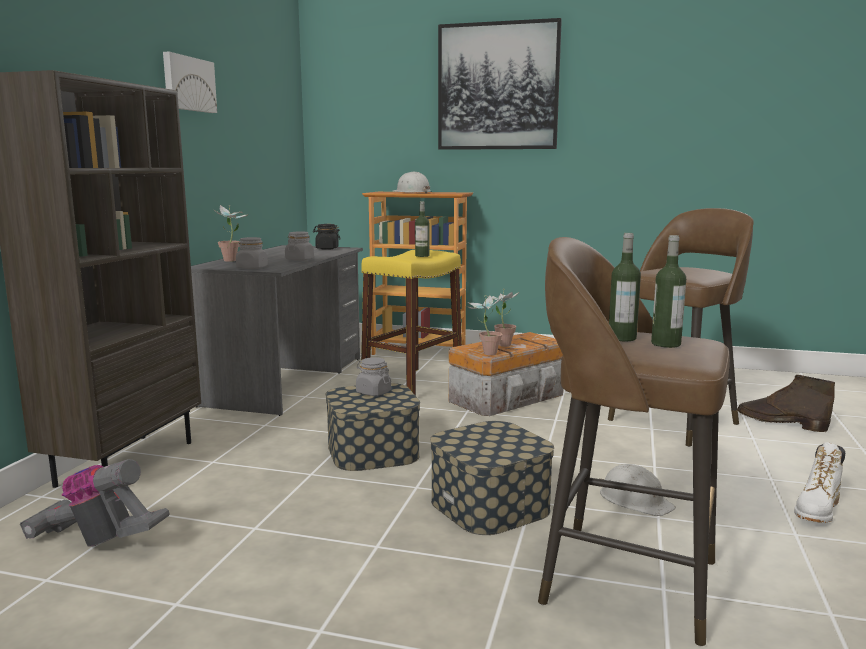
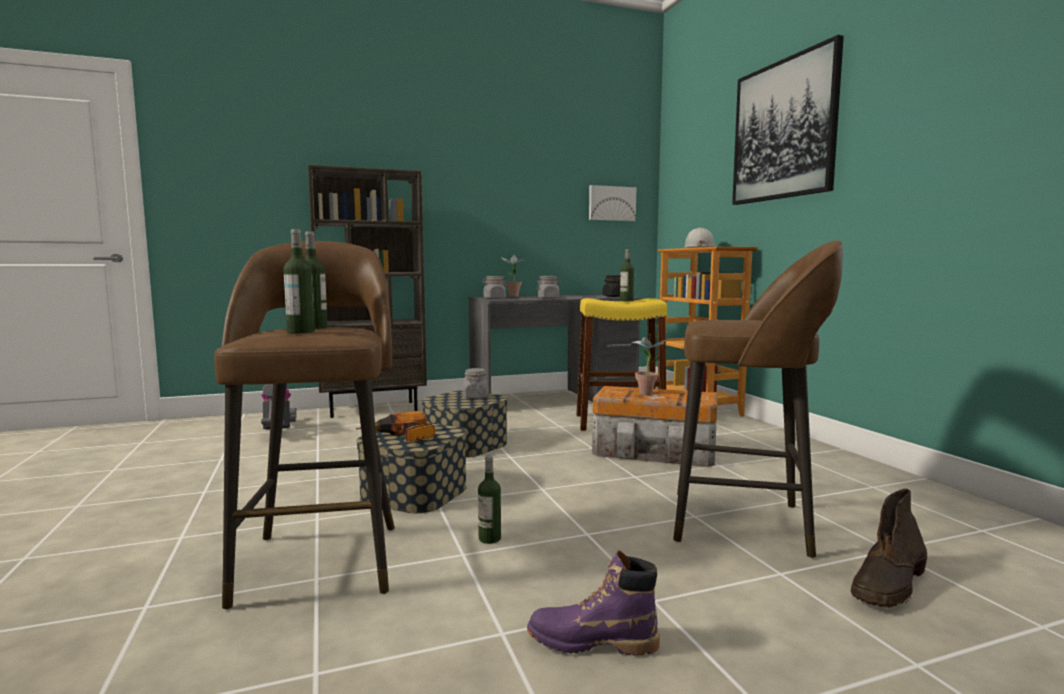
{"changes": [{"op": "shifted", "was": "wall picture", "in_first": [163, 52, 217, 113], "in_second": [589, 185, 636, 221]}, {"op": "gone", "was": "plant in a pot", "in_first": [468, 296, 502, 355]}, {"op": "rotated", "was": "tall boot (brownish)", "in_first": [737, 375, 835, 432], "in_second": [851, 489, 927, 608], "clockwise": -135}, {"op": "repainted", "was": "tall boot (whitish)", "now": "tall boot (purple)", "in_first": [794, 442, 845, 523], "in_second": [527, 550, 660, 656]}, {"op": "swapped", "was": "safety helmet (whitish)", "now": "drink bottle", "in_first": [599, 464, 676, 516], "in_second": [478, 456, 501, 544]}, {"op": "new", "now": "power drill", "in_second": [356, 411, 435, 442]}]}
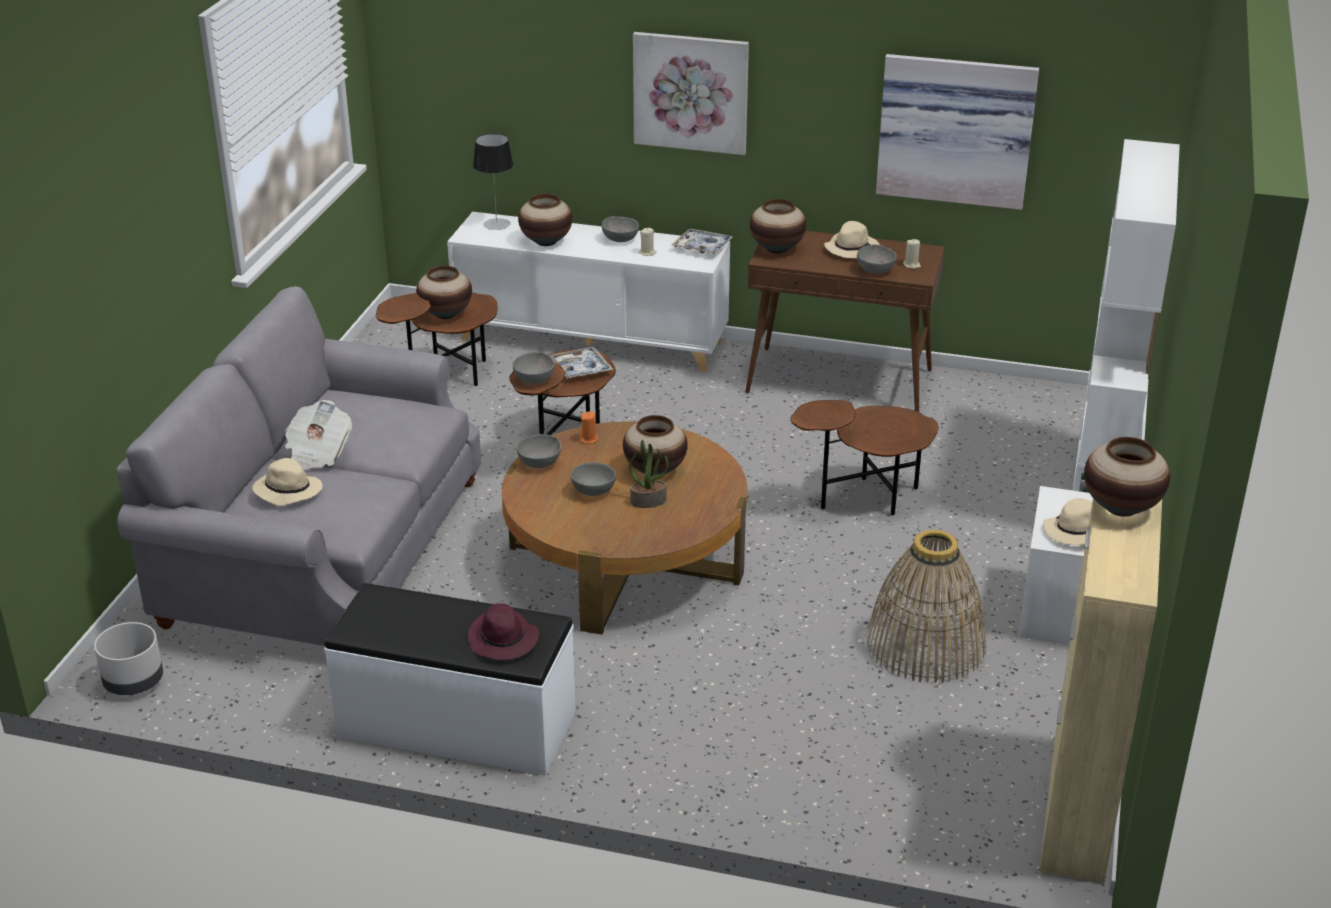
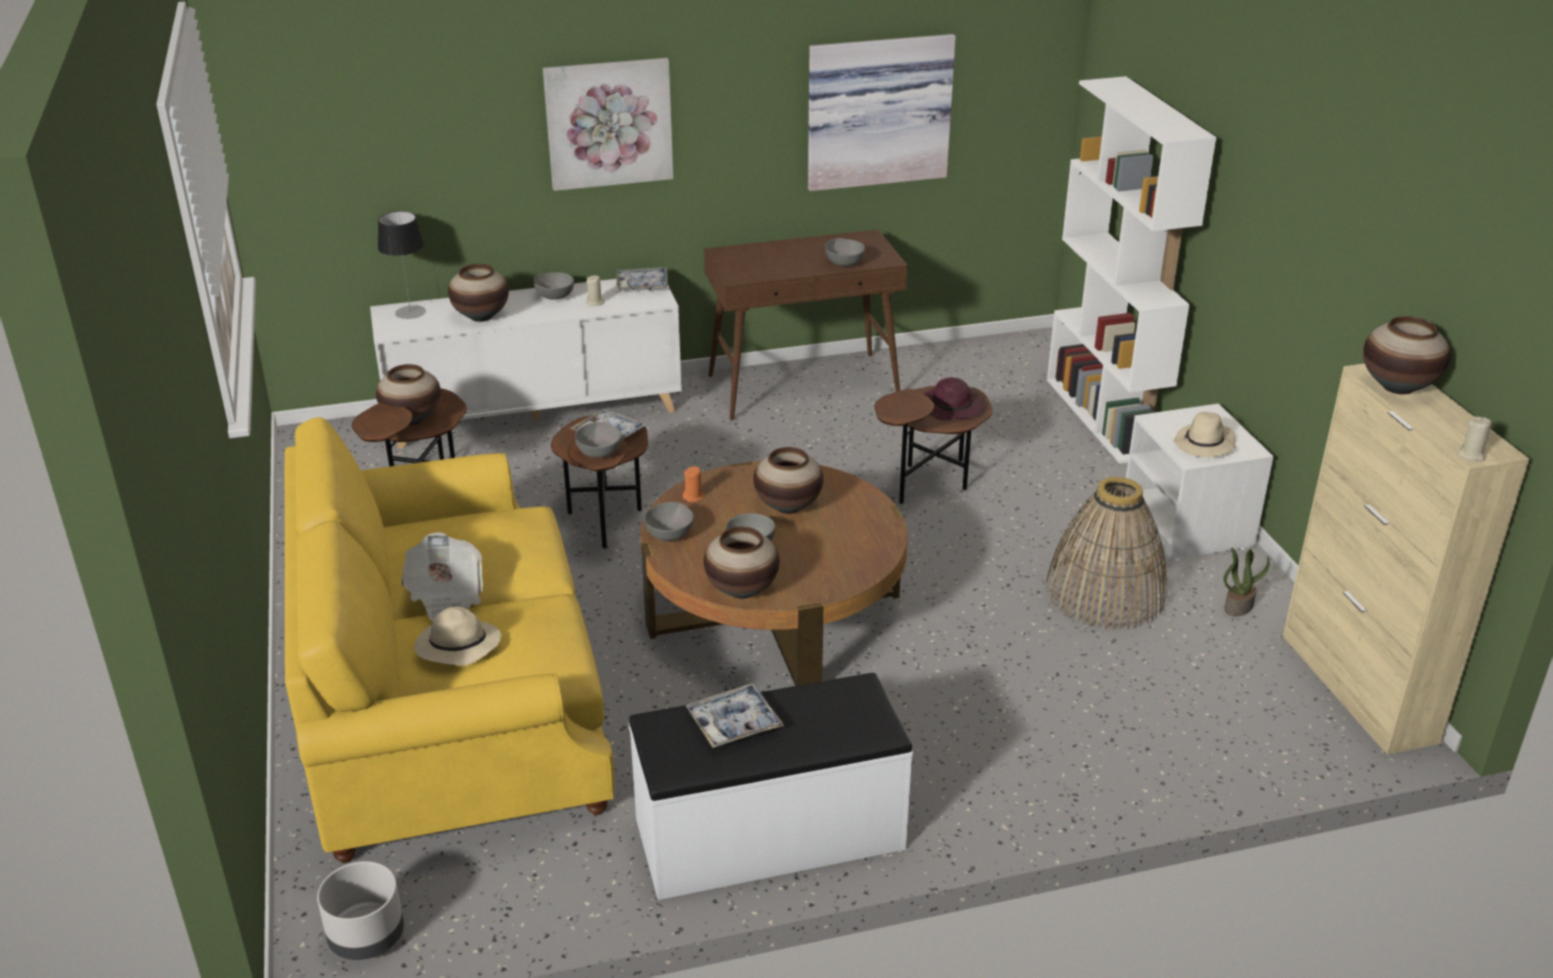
{"changes": [{"op": "shifted", "was": "decorative vase", "in_first": [750, 199, 806, 254], "in_second": [704, 527, 780, 599]}, {"op": "gone", "was": "clothing hat (sand-coloured)", "in_first": [824, 221, 880, 259]}, {"op": "shifted", "was": "wax light (sand-coloured)", "in_first": [903, 239, 921, 269], "in_second": [1457, 417, 1492, 461]}, {"op": "repainted", "was": "settee (greyish)", "now": "settee (yellowish)", "in_first": [116, 286, 481, 646], "in_second": [285, 418, 614, 863]}, {"op": "shifted", "was": "plant in a pot", "in_first": [629, 440, 669, 508], "in_second": [1224, 548, 1270, 616]}, {"op": "shifted", "was": "clothing hat (purple)", "in_first": [468, 603, 539, 660], "in_second": [924, 377, 984, 420]}, {"op": "new", "now": "serving tray", "in_second": [686, 683, 784, 748]}]}
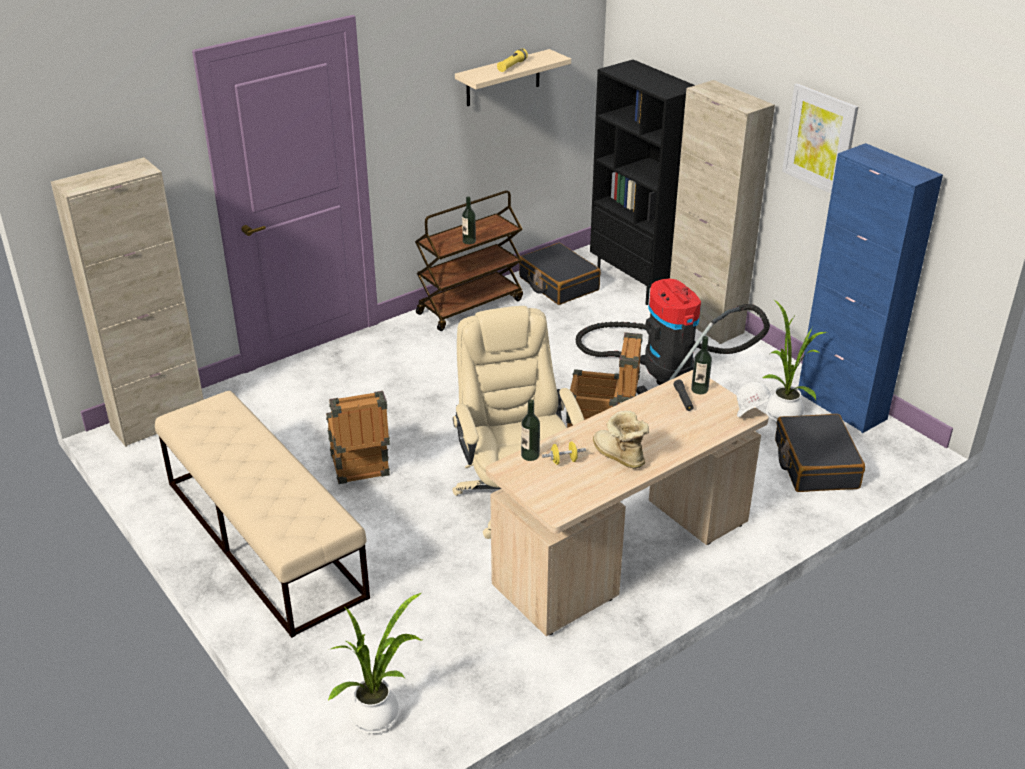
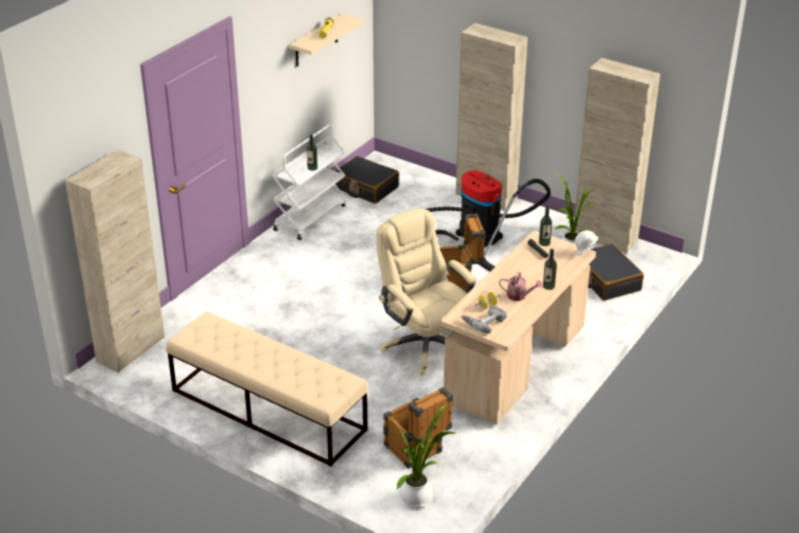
{"changes": [{"op": "gone", "was": "shelving unit (black-coloured)", "in_first": [590, 60, 695, 305]}, {"op": "gone", "was": "wall picture", "in_first": [782, 83, 858, 193]}, {"op": "repainted", "was": "cupboard (blue)", "now": "cupboard (sand-coloured)", "in_first": [798, 143, 943, 433], "in_second": [574, 58, 660, 254]}, {"op": "repainted", "was": "cart (brownish)", "now": "cart (whitish)", "in_first": [415, 190, 523, 331], "in_second": [272, 124, 347, 240]}, {"op": "shifted", "was": "packing crate", "in_first": [326, 391, 390, 484], "in_second": [383, 387, 453, 469]}, {"op": "shifted", "was": "drink bottle", "in_first": [521, 399, 540, 461], "in_second": [543, 249, 557, 290]}, {"op": "swapped", "was": "tall boot", "now": "sprinkling can", "in_first": [593, 411, 649, 469], "in_second": [499, 271, 542, 301]}, {"op": "new", "now": "power drill", "in_second": [461, 306, 507, 334]}]}
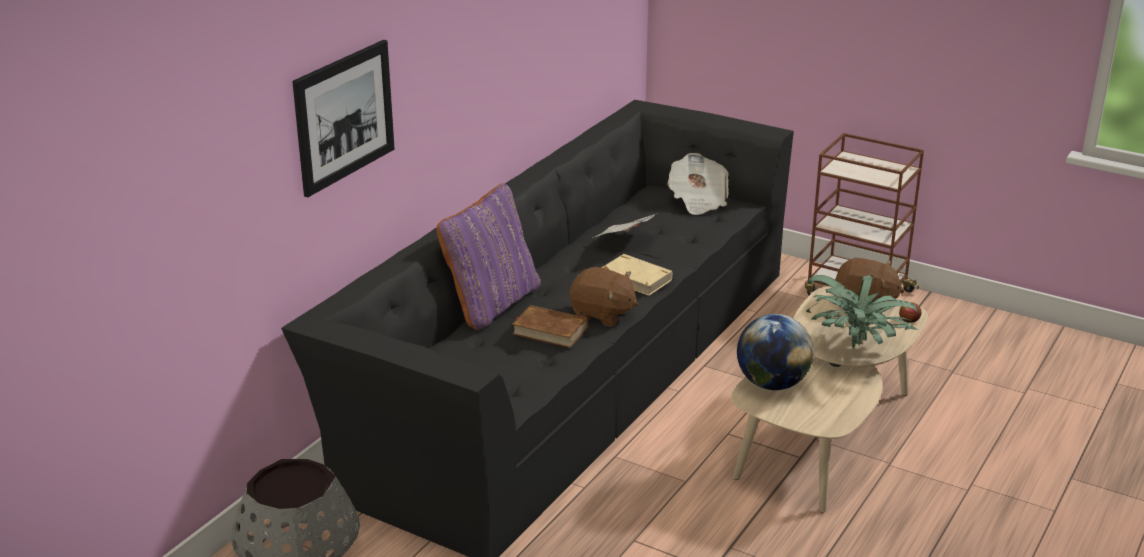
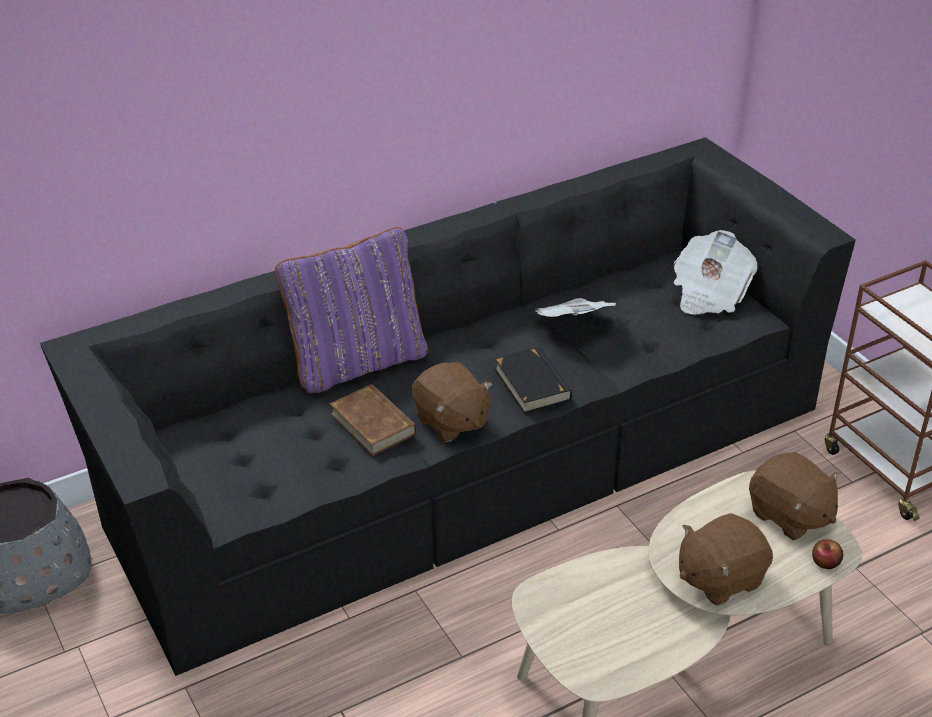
{"changes": [{"op": "gone", "was": "wall picture", "in_first": [292, 40, 395, 197]}, {"op": "repainted", "was": "bound book (sand-coloured)", "now": "bound book (black-coloured)", "in_first": [602, 254, 673, 296], "in_second": [494, 347, 572, 414]}, {"op": "swapped", "was": "plant in a pot", "now": "plush toy (brownish)", "in_first": [806, 275, 918, 349], "in_second": [679, 513, 773, 606]}, {"op": "gone", "was": "globe", "in_first": [737, 314, 814, 390]}]}
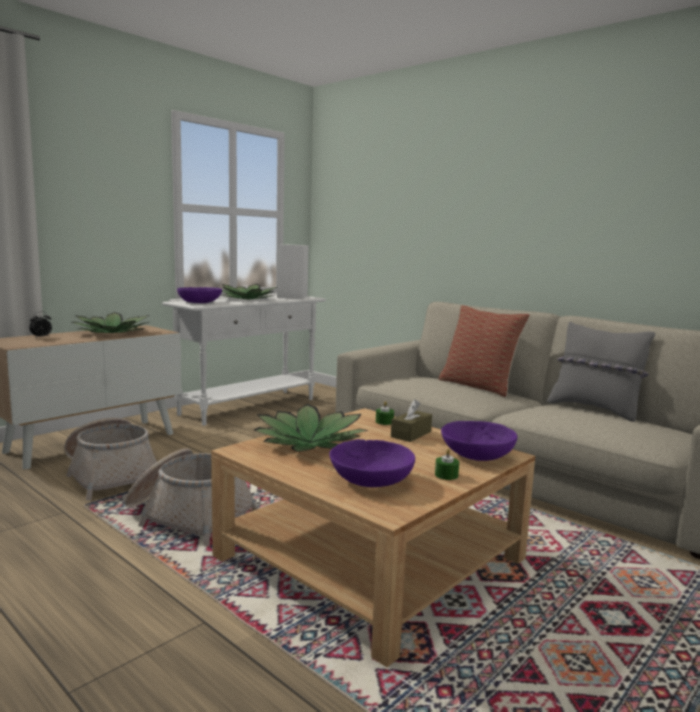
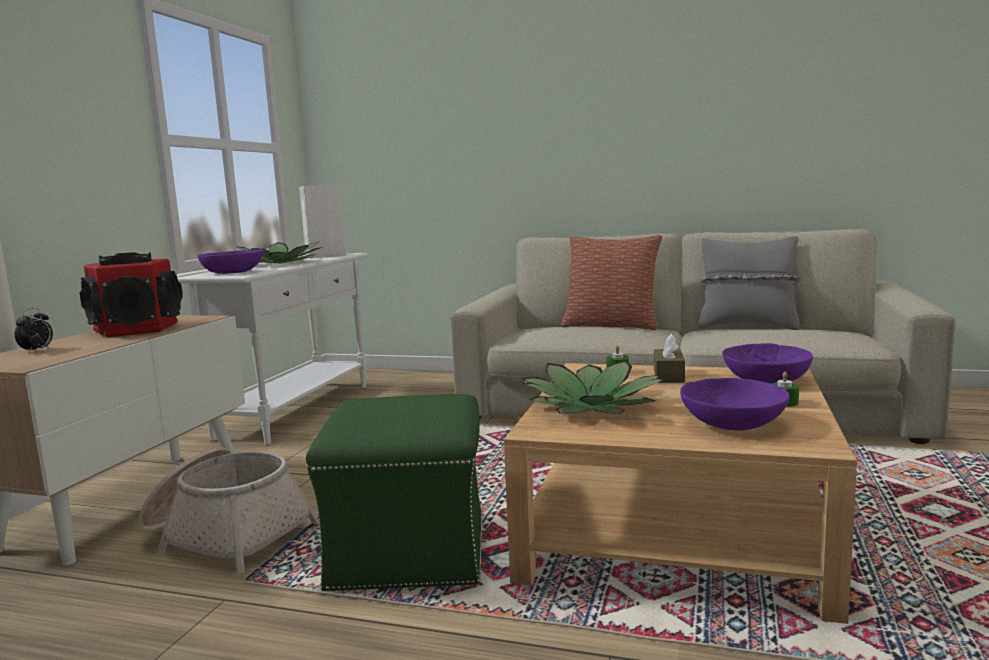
{"changes": [{"op": "swapped", "was": "plant in a pot", "now": "speaker", "in_first": [71, 312, 149, 333], "in_second": [80, 252, 183, 337]}, {"op": "swapped", "was": "household basket", "now": "pouffe (green)", "in_first": [124, 448, 258, 546], "in_second": [306, 394, 482, 591]}]}
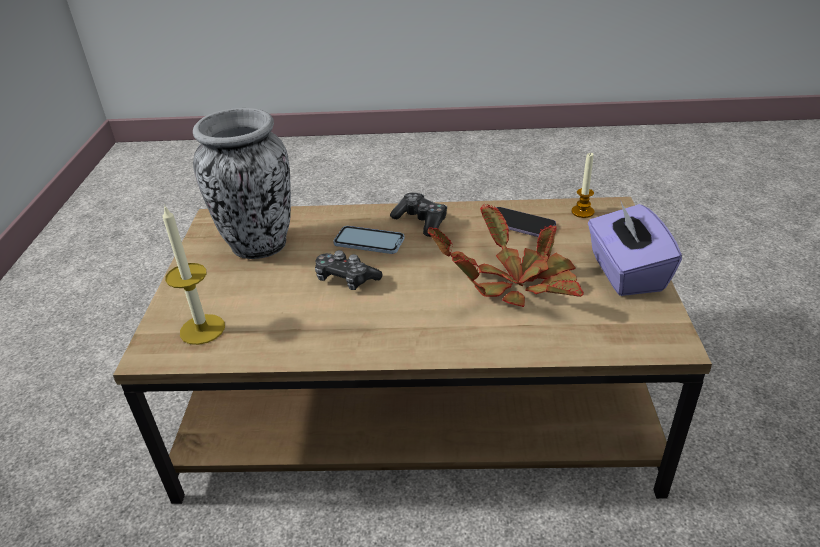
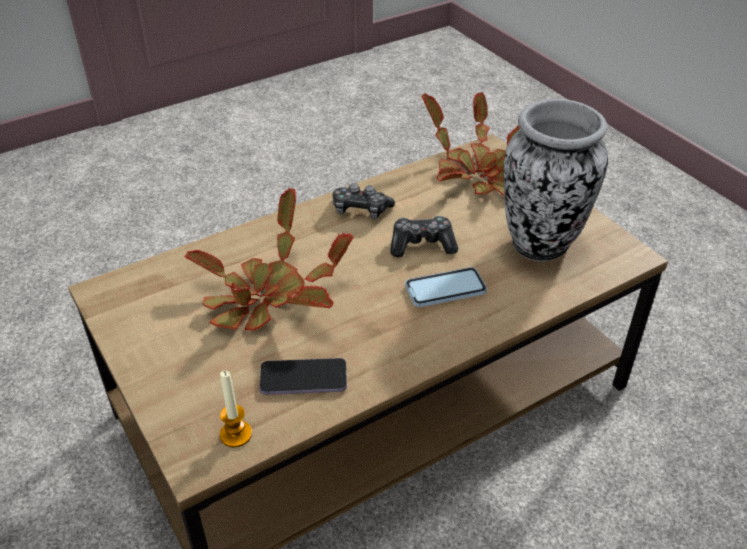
{"changes": [{"op": "shifted", "was": "gamepad", "in_first": [390, 192, 447, 237], "in_second": [333, 183, 395, 219]}, {"op": "gone", "was": "tissue holder (purple)", "in_first": [588, 202, 682, 296]}, {"op": "swapped", "was": "wax light", "now": "plant in a pot", "in_first": [163, 204, 225, 345], "in_second": [421, 92, 520, 196]}]}
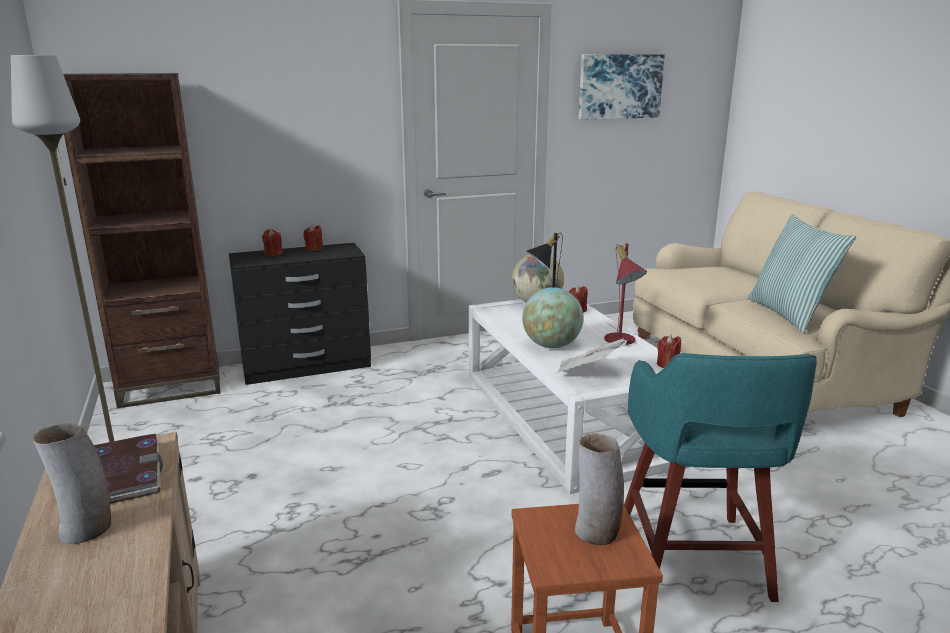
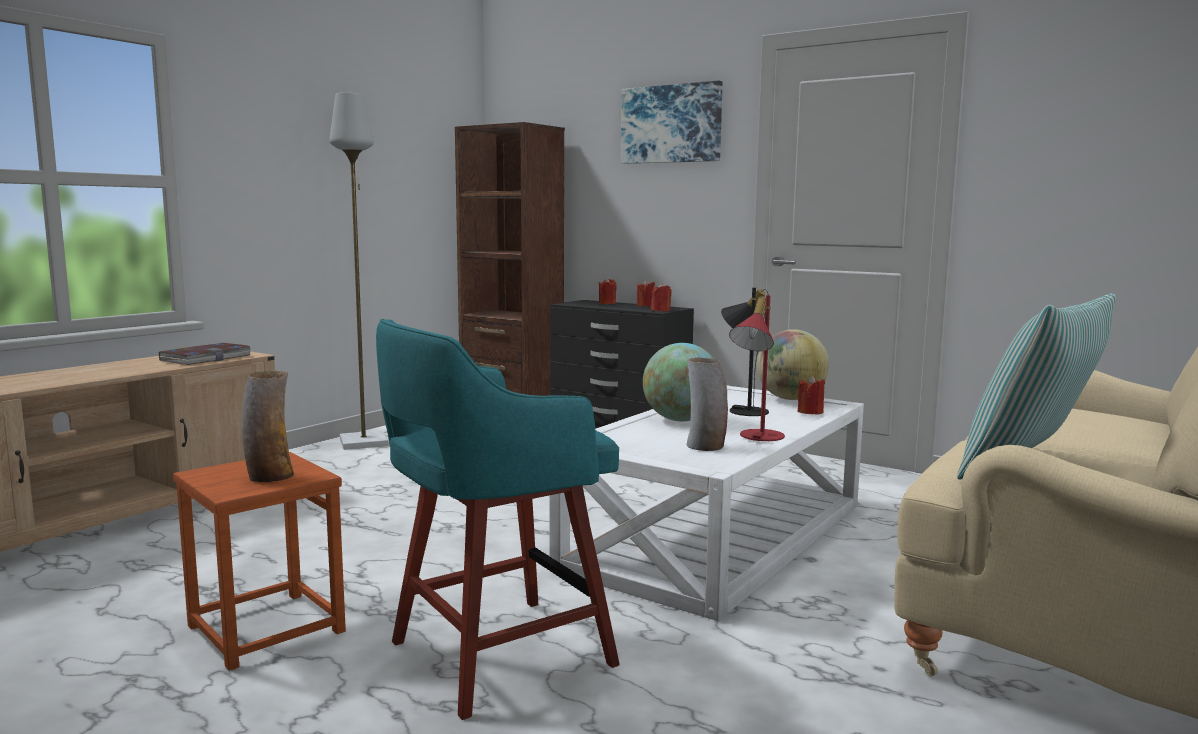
{"changes": [{"op": "shifted", "was": "wall picture", "in_first": [578, 54, 665, 120], "in_second": [621, 80, 723, 164]}, {"op": "shifted", "was": "wax light (reddish)", "in_first": [657, 335, 681, 368], "in_second": [651, 283, 672, 311]}, {"op": "gone", "was": "newspaper", "in_first": [557, 338, 627, 373]}, {"op": "shifted", "was": "decorative vase", "in_first": [33, 423, 111, 544], "in_second": [687, 357, 728, 451]}]}
